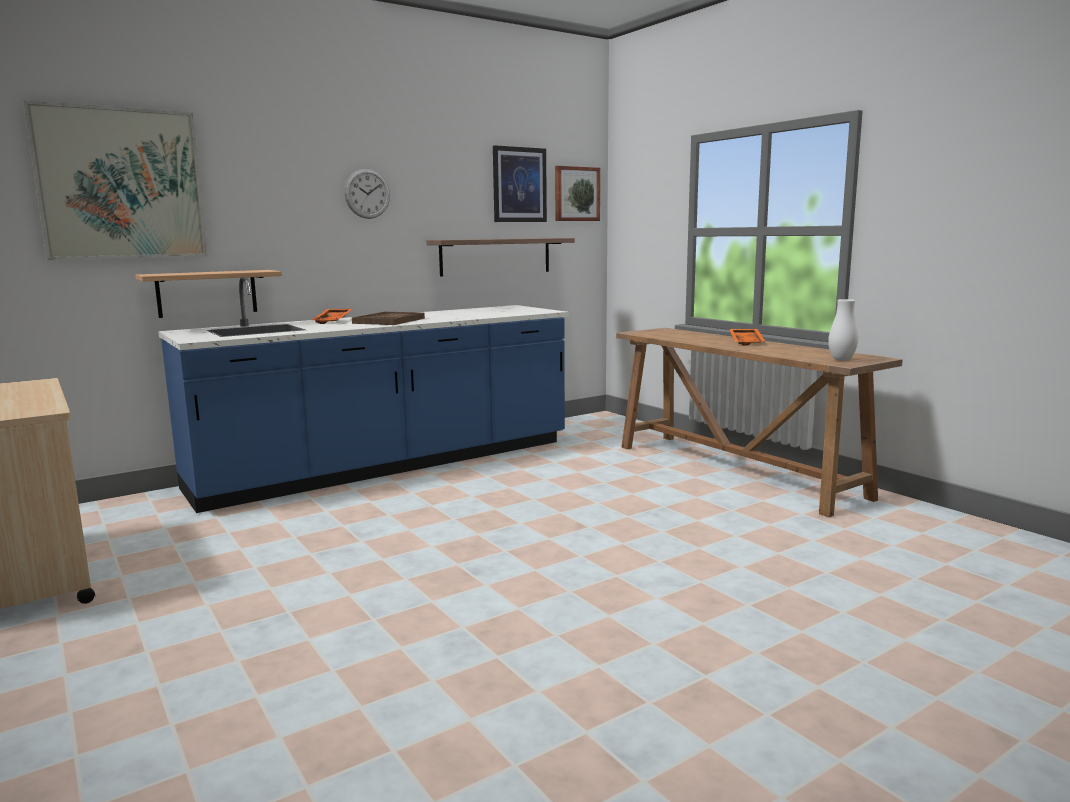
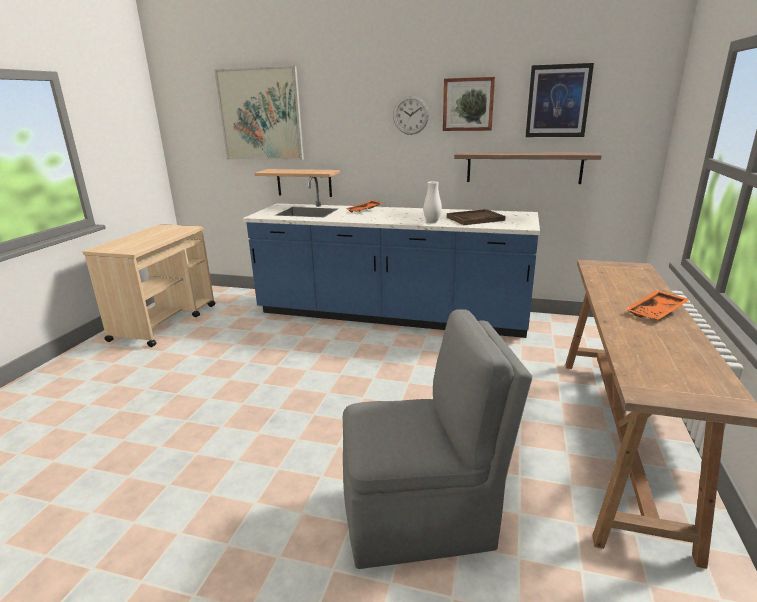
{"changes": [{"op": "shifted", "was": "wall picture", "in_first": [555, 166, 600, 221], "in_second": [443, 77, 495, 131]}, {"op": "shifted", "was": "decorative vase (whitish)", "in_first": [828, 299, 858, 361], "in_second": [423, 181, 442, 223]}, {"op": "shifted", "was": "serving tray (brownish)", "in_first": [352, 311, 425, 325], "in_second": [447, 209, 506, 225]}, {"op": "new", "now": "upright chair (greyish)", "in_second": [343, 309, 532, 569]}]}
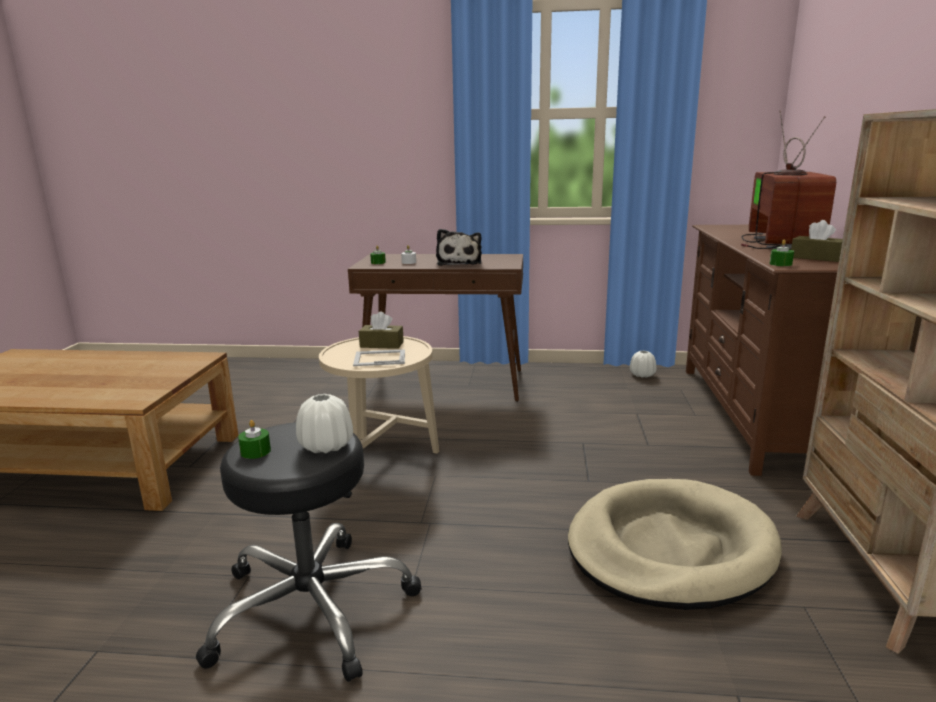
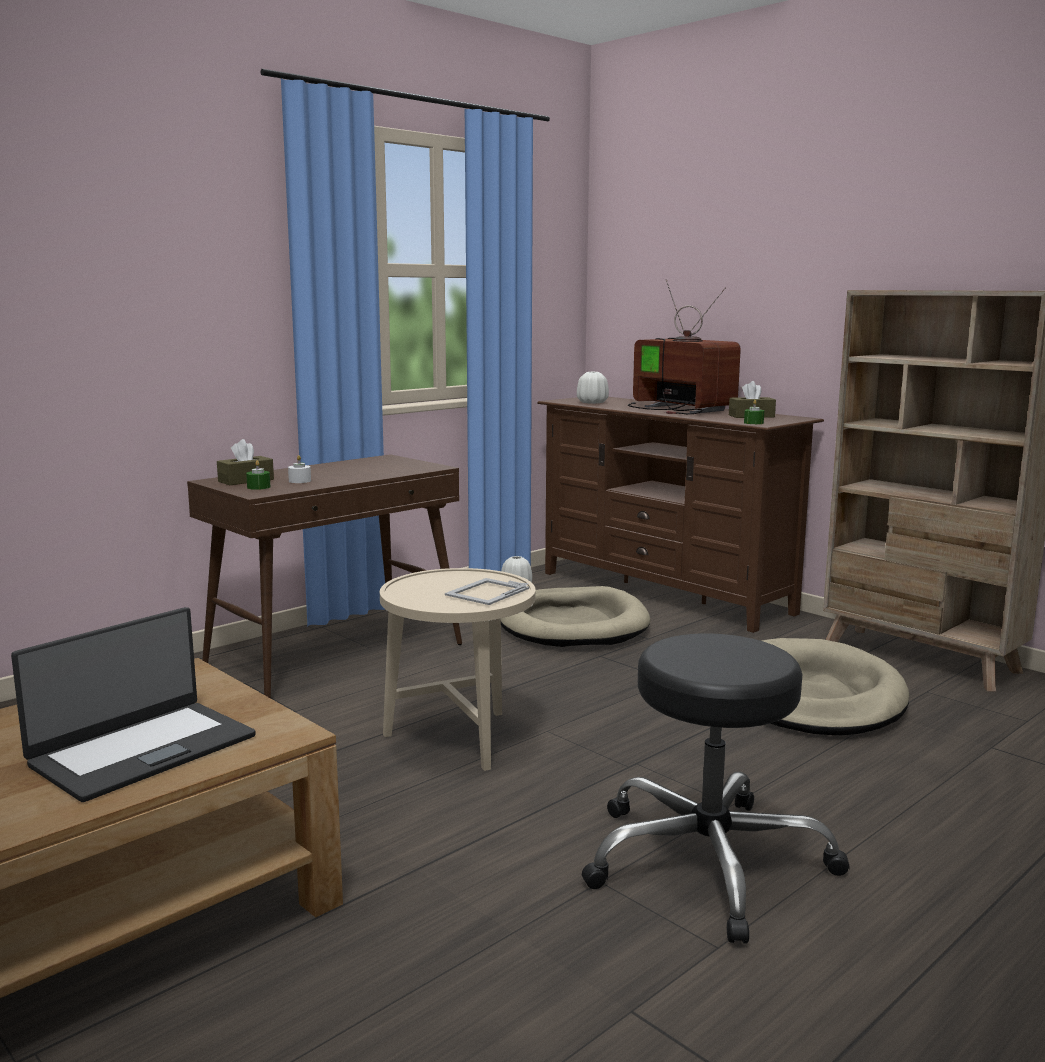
{"changes": [{"op": "gone", "was": "plush toy", "in_first": [436, 229, 482, 266]}, {"op": "shifted", "was": "tissue holder (brownish)", "in_first": [359, 311, 404, 349], "in_second": [217, 439, 274, 485]}, {"op": "shifted", "was": "decorative vase (whitish)", "in_first": [296, 394, 353, 453], "in_second": [577, 372, 609, 404]}, {"op": "gone", "was": "wax light (green)", "in_first": [238, 420, 271, 459]}, {"op": "new", "now": "dog bed (sand-coloured)", "in_second": [501, 586, 650, 647]}, {"op": "new", "now": "laptop", "in_second": [11, 607, 256, 802]}]}
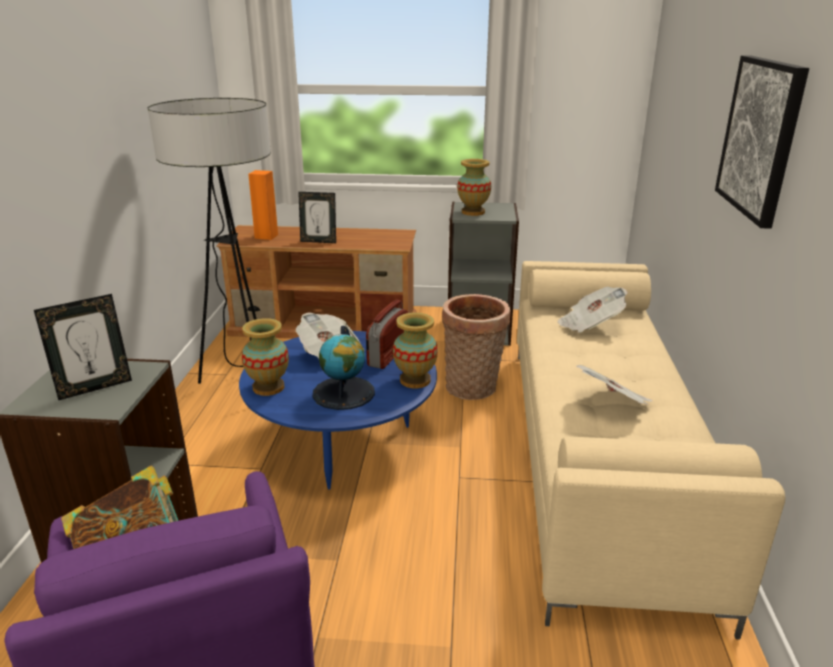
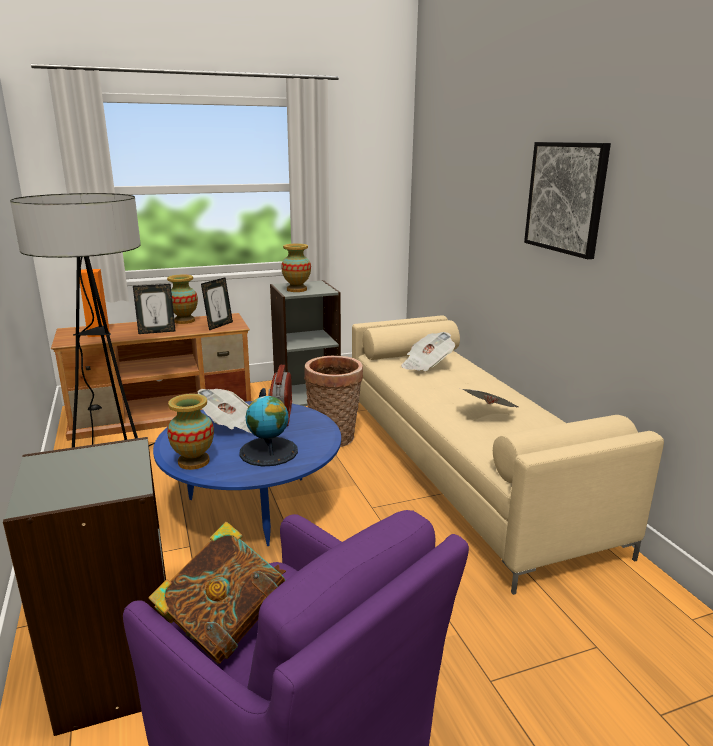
{"changes": [{"op": "shifted", "was": "photo frame", "in_first": [34, 294, 132, 400], "in_second": [201, 277, 233, 330]}, {"op": "shifted", "was": "decorative vase", "in_first": [393, 313, 438, 388], "in_second": [167, 274, 198, 324]}]}
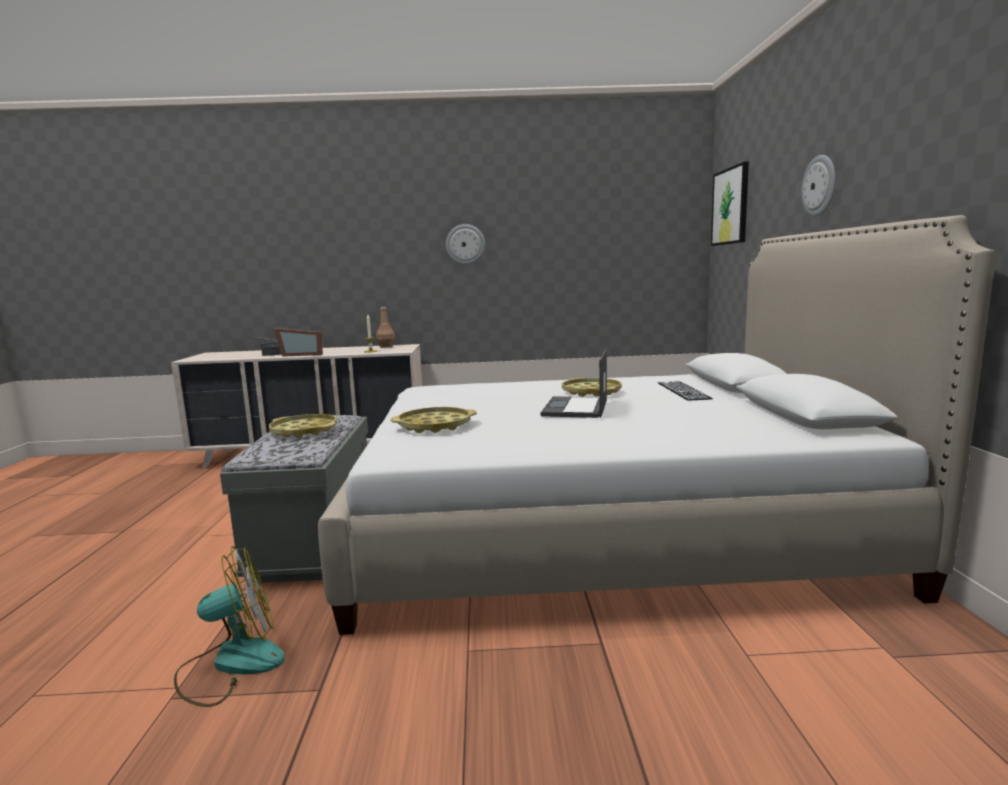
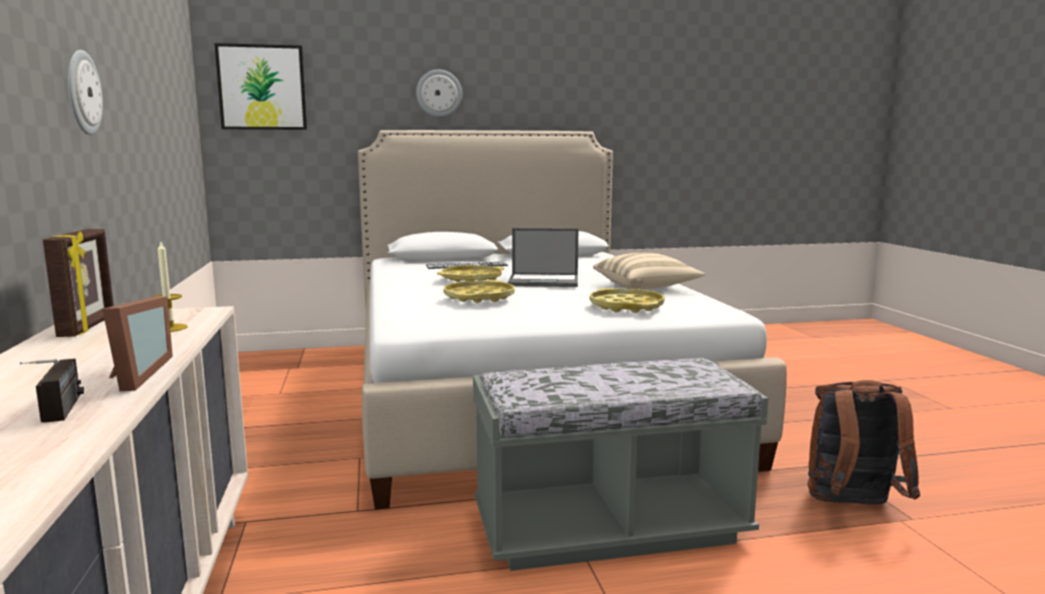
{"changes": [{"op": "swapped", "was": "drink bottle (brownish)", "now": "photo frame", "in_first": [376, 307, 395, 348], "in_second": [43, 229, 114, 337]}, {"op": "shifted", "was": "serving tray (yellowish)", "in_first": [269, 414, 337, 438], "in_second": [444, 280, 514, 303]}, {"op": "swapped", "was": "electric fan", "now": "knapsack (brownish)", "in_first": [174, 546, 285, 707], "in_second": [808, 380, 920, 505]}, {"op": "new", "now": "throw pillow (sand-coloured)", "in_second": [593, 253, 705, 290]}]}
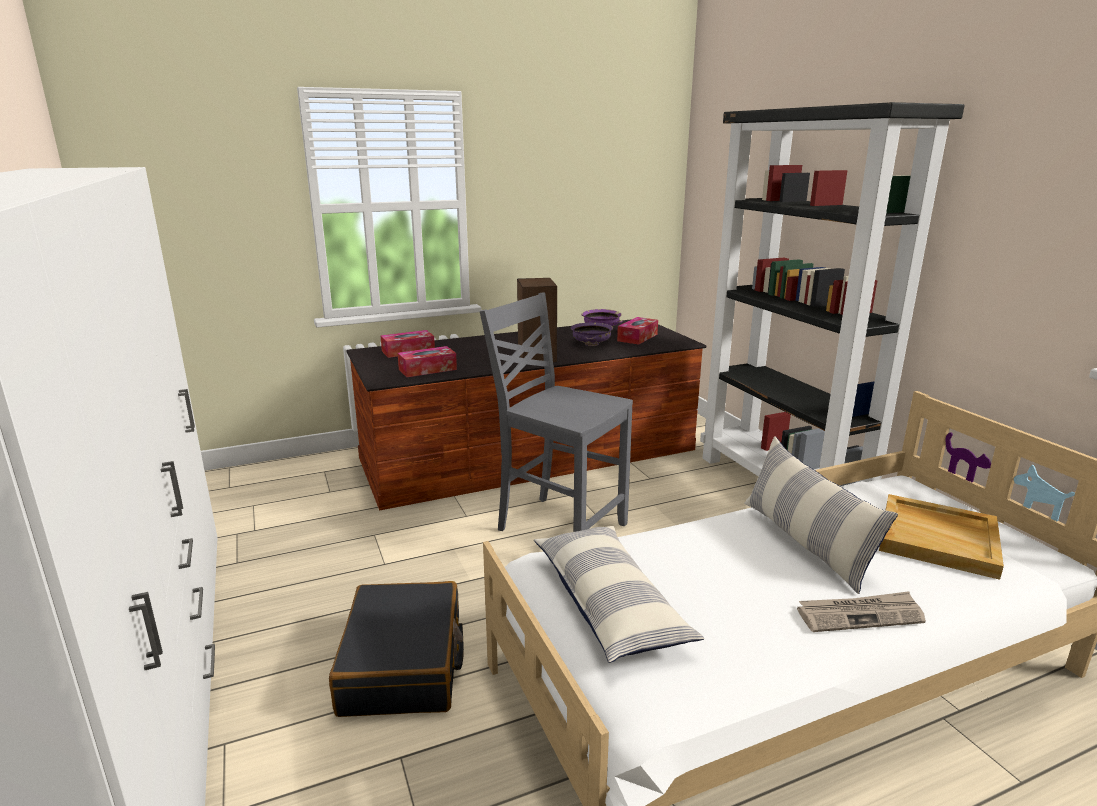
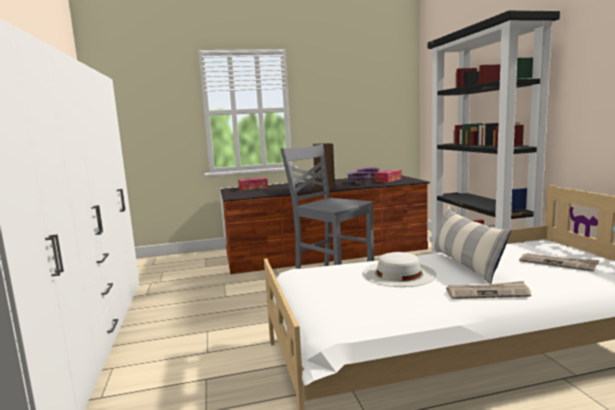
{"changes": [{"op": "gone", "was": "tissue holder", "in_first": [398, 346, 457, 377]}, {"op": "swapped", "was": "serving tray (sand-coloured)", "now": "newspaper", "in_first": [879, 494, 1004, 580], "in_second": [519, 253, 599, 272]}, {"op": "gone", "was": "throw pillow", "in_first": [534, 526, 704, 663]}, {"op": "gone", "was": "piece of luggage (black-coloured)", "in_first": [329, 581, 464, 717]}, {"op": "new", "now": "clothing hat (whitish)", "in_second": [363, 252, 437, 287]}]}
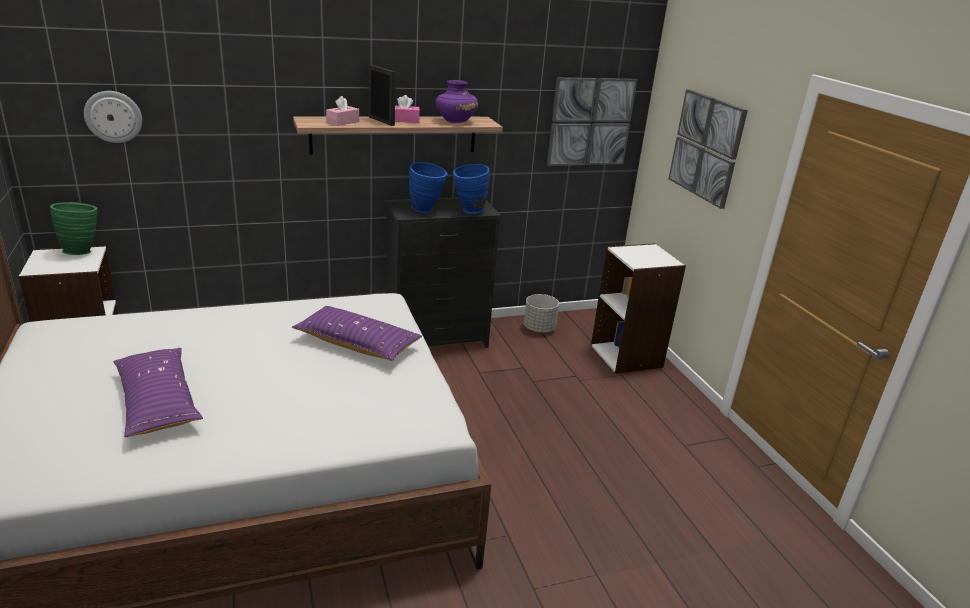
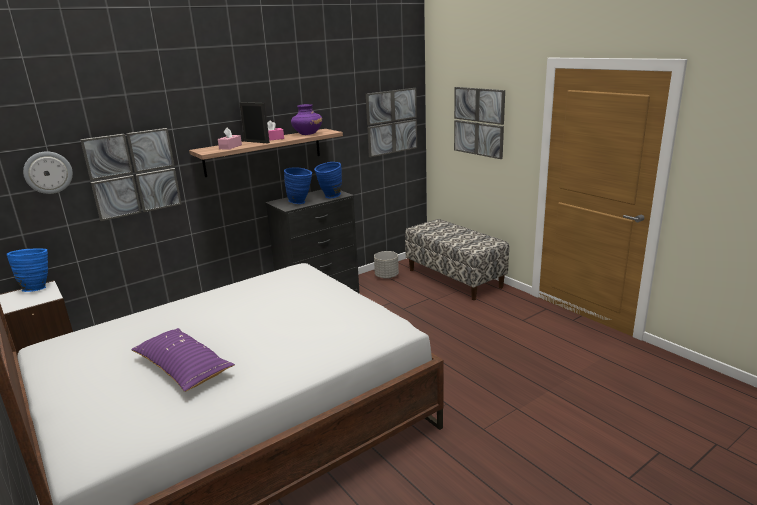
{"changes": [{"op": "repainted", "was": "decorative vase (green)", "now": "decorative vase (blue)", "in_first": [50, 202, 98, 255], "in_second": [7, 248, 48, 292]}, {"op": "swapped", "was": "shelving unit (whitish)", "now": "indoor bench", "in_first": [591, 243, 686, 374], "in_second": [405, 219, 509, 300]}, {"op": "gone", "was": "throw pillow (purple)", "in_first": [292, 306, 422, 361]}, {"op": "new", "now": "wall picture", "in_second": [80, 128, 182, 221]}]}
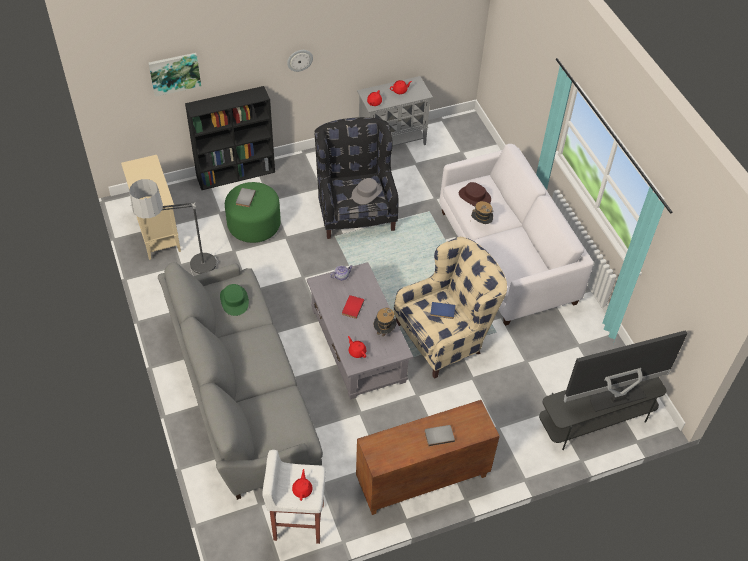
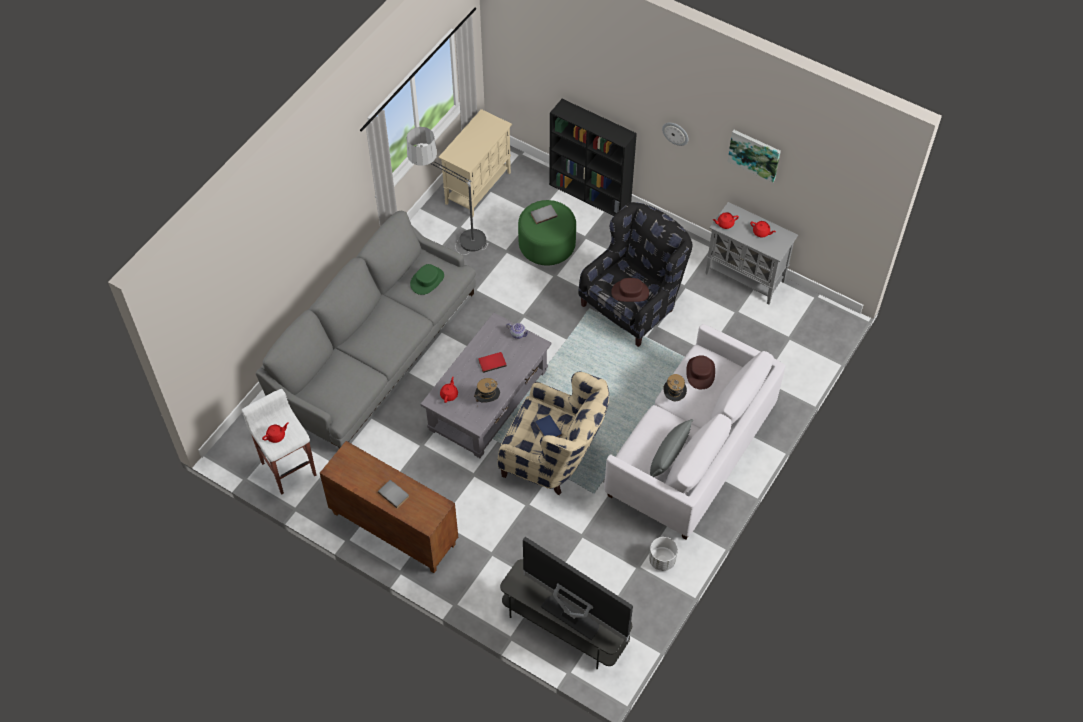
{"changes": [{"op": "shifted", "was": "wall picture", "in_first": [149, 53, 201, 97], "in_second": [727, 130, 781, 183]}, {"op": "repainted", "was": "clothing hat (greyish)", "now": "clothing hat (brownish)", "in_first": [352, 178, 382, 205], "in_second": [611, 278, 649, 302]}, {"op": "new", "now": "throw pillow (greyish)", "in_second": [650, 419, 693, 477]}, {"op": "new", "now": "planter (whitish)", "in_second": [649, 537, 678, 571]}]}
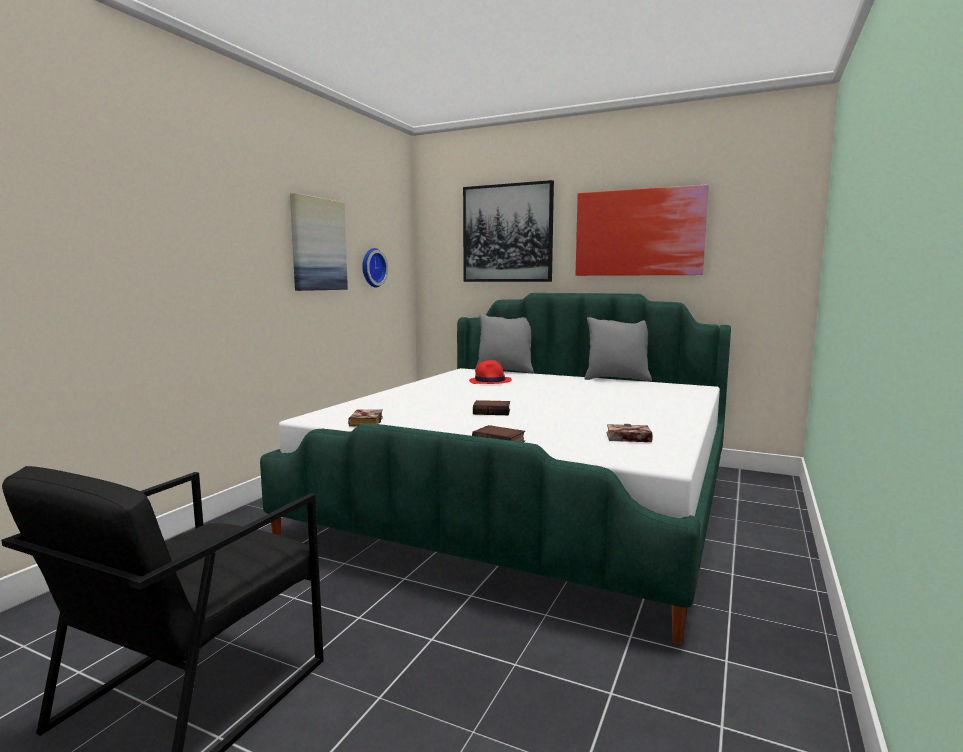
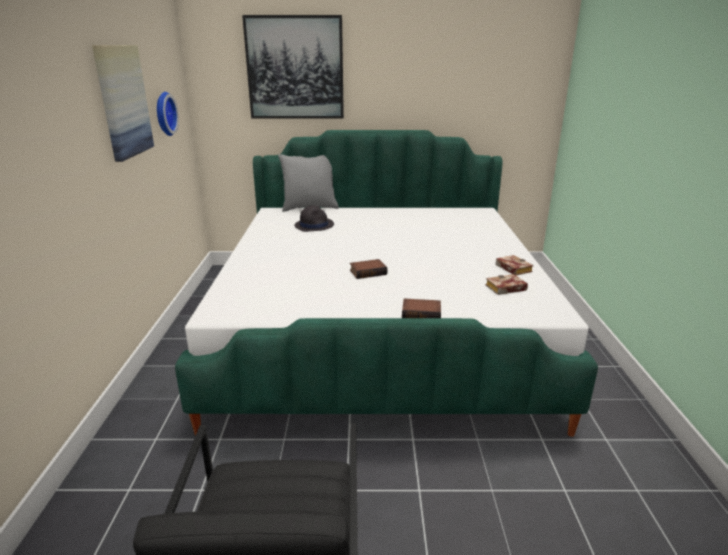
{"changes": [{"op": "gone", "was": "wall picture", "in_first": [576, 184, 709, 276]}, {"op": "gone", "was": "throw pillow (greyish)", "in_first": [584, 317, 652, 382]}, {"op": "repainted", "was": "clothing hat (reddish)", "now": "clothing hat (black-coloured)", "in_first": [469, 360, 512, 384], "in_second": [294, 205, 334, 232]}, {"op": "shifted", "was": "bound book", "in_first": [348, 410, 383, 426], "in_second": [496, 255, 534, 275]}]}
